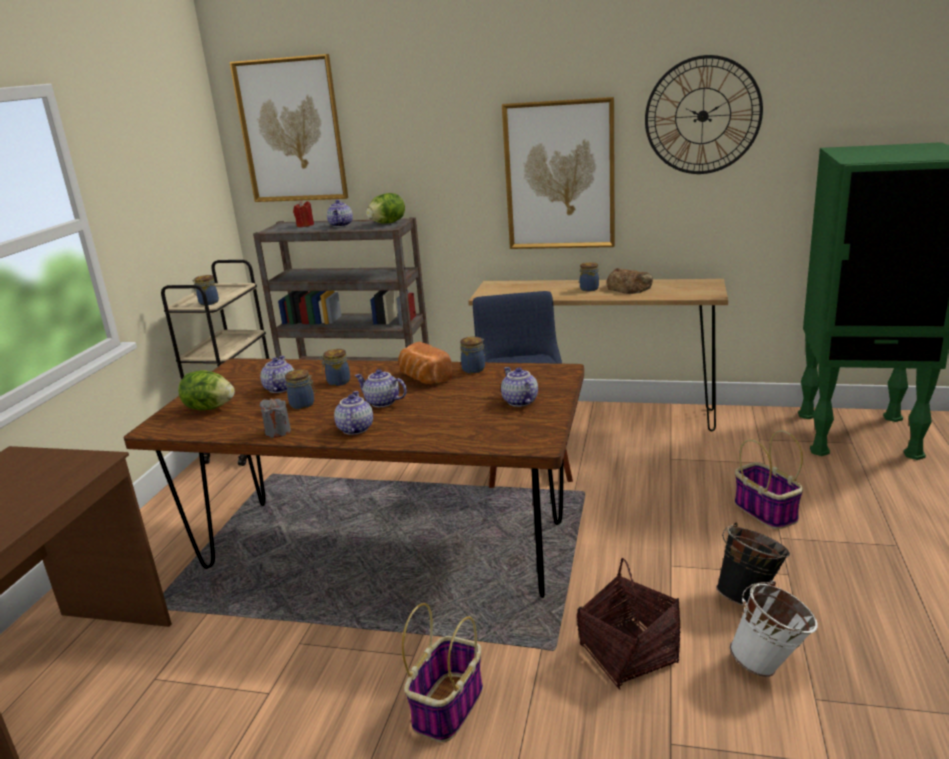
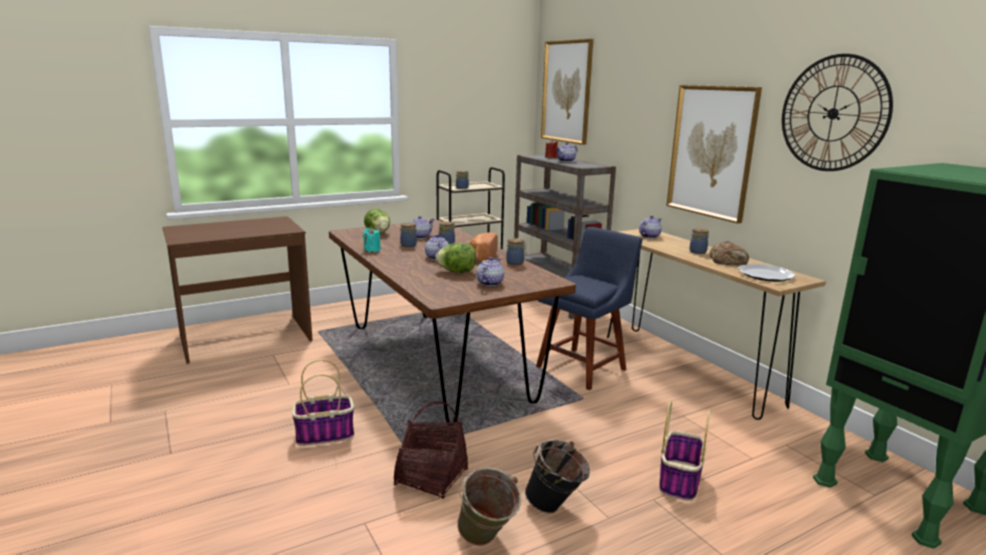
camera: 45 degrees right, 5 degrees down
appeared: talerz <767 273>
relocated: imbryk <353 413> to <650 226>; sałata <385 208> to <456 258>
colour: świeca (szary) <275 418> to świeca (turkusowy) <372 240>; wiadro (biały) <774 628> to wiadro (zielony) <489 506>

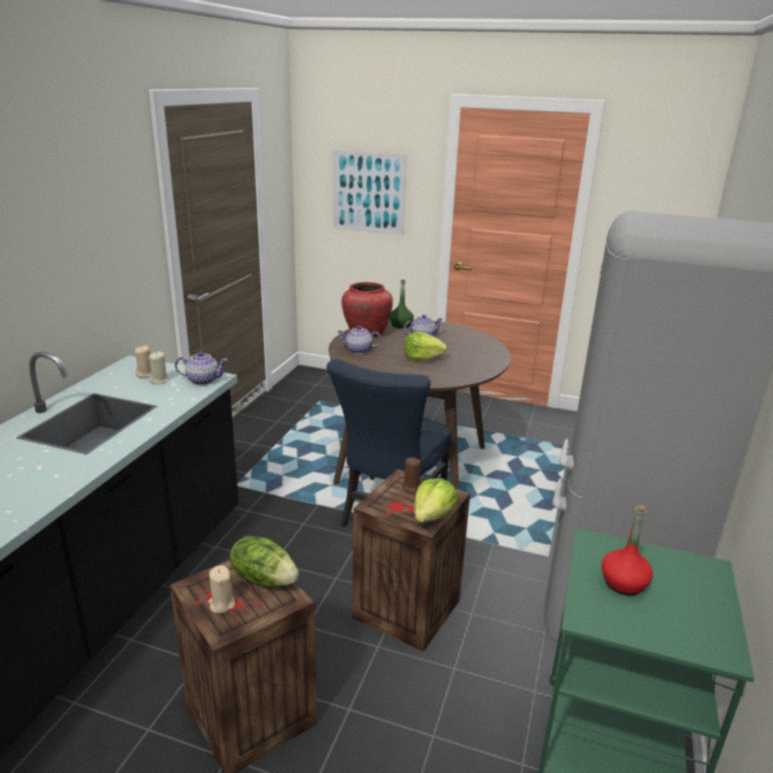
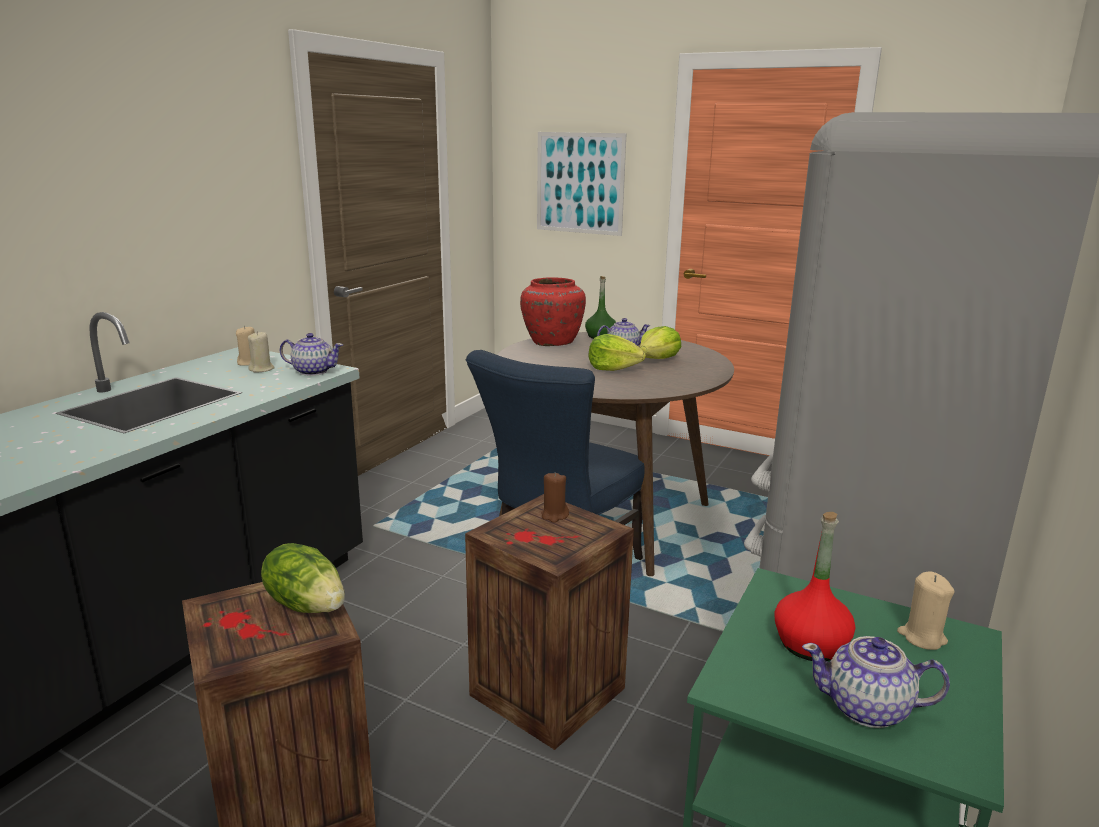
camera: 10 degrees right, 5 degrees down
relocated: świeca (beżowy) <221 590> to <926 611>; imbryk <359 340> to <876 682>; sałata <435 500> to <660 342>

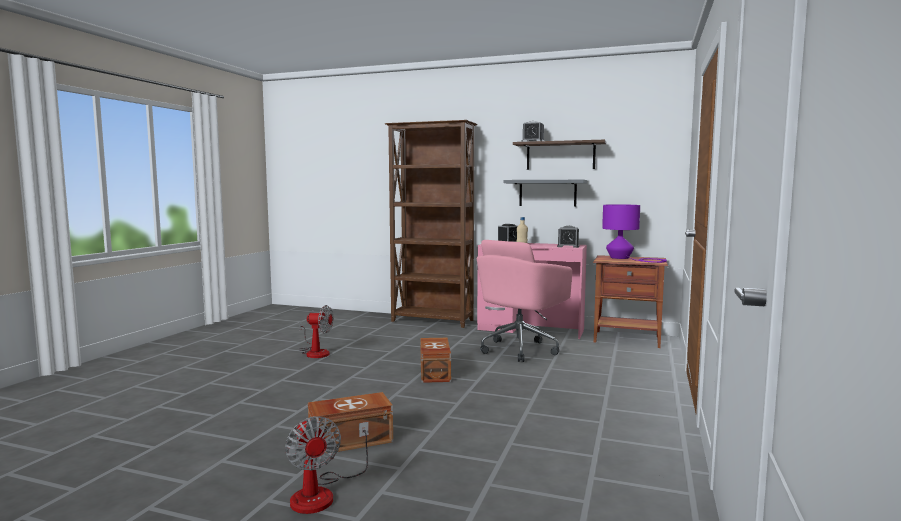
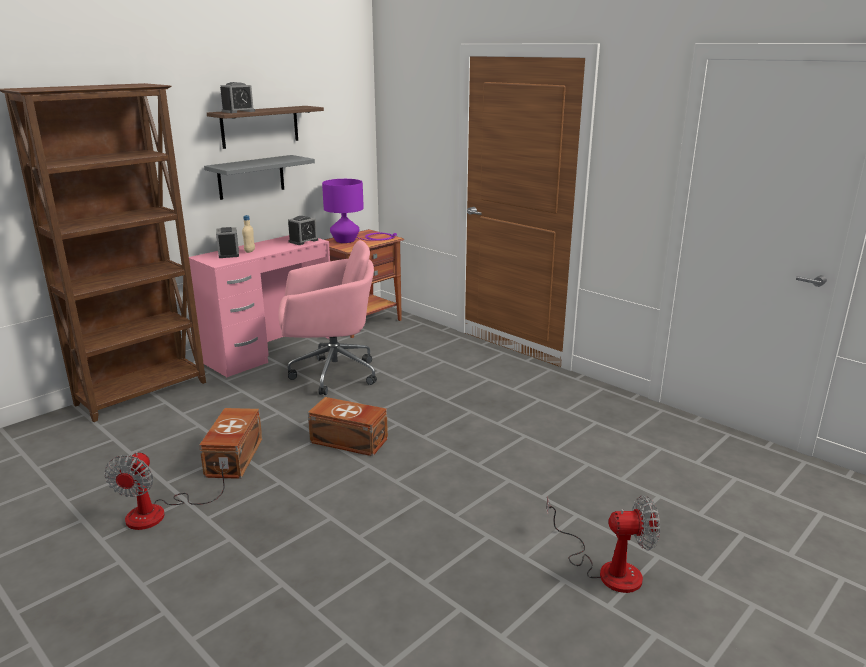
camera: 65 degrees left, 15 degrees up
relocated: pojemnik do przechowywania (brązowy) <350 423> to <230 443>
spun: wentylator <316 331> = <166 490> 150 degrees clockwise; krzesło biurowe (różowy) <524 301> = <327 317> 75 degrees counterclockwise

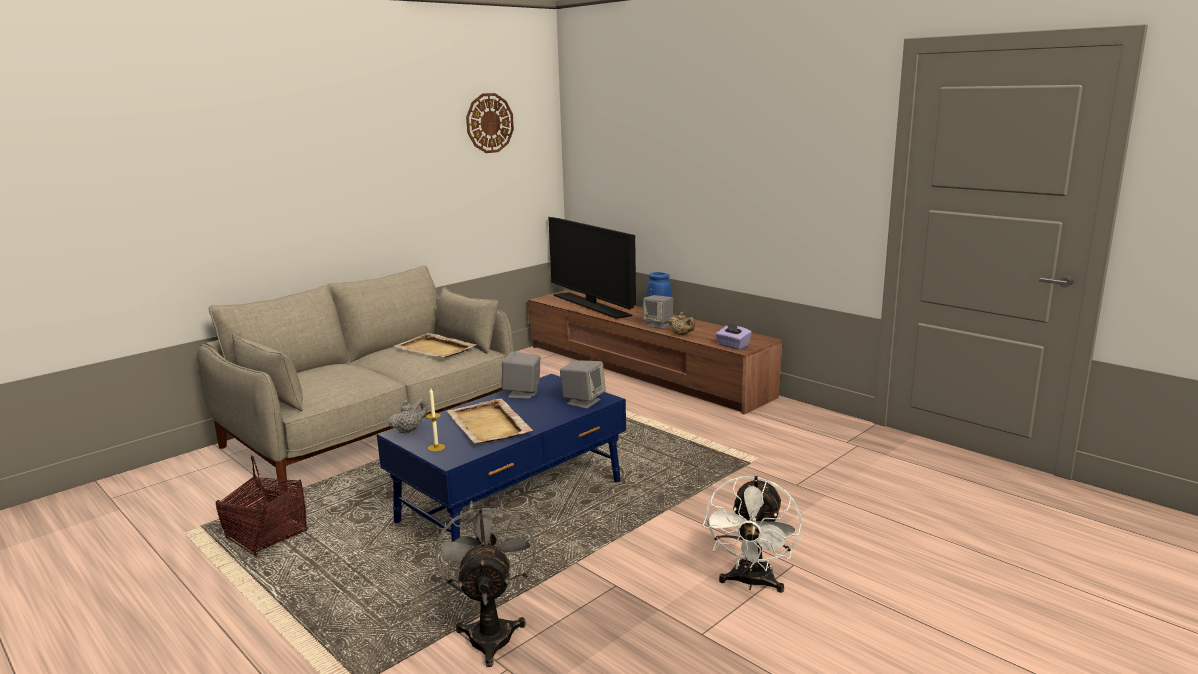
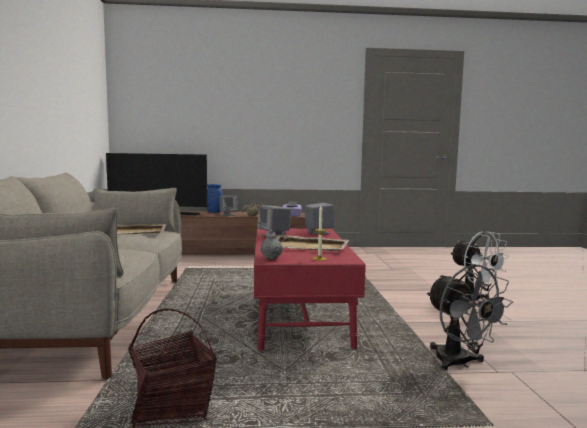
camera: 50 degrees left, 10 degrees down
missing: zegar ścienny <490 123>
colour: ława (niebieski) <501 468> to ława (czerwony) <310 290>
spun: wentylator (szary) <485 583> = <470 317> 150 degrees counterclockwise

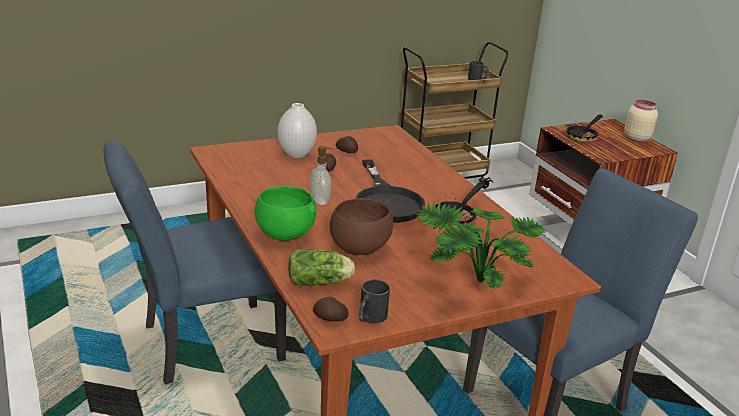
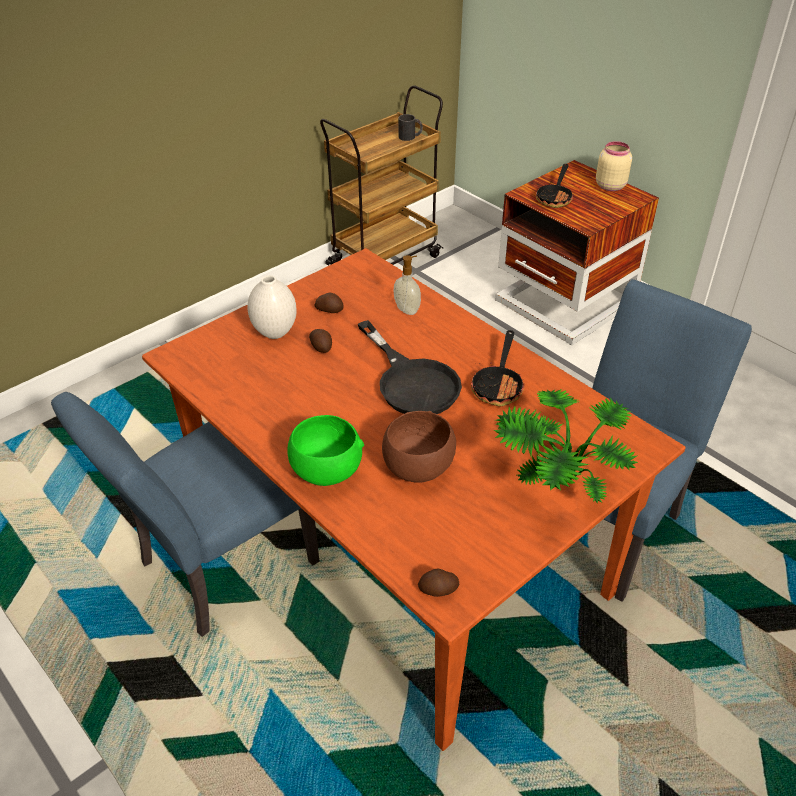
camera: 15 degrees left, 15 degrees up
missing: sałata <321 267>; kubek (czarny) <374 301>
relocated: dozownik mydła <321 175> to <407 285>

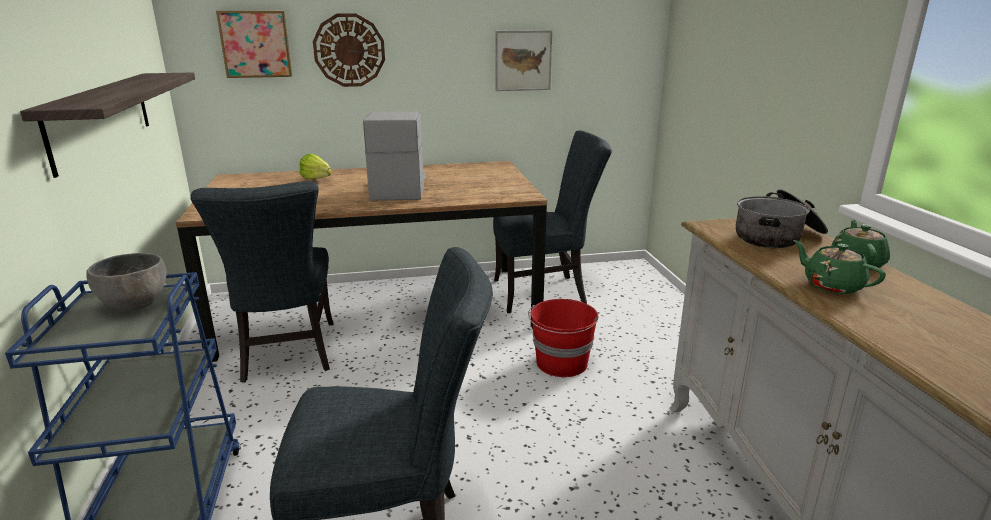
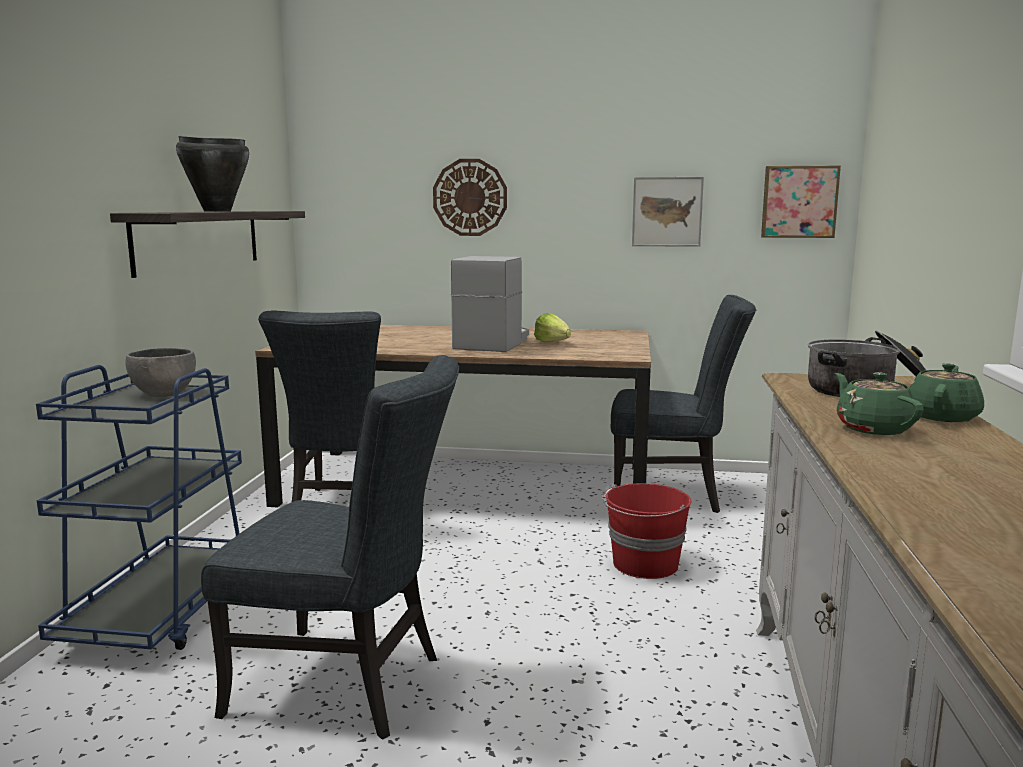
camera: 20 degrees right, 10 degrees down
appeared: garnek (czarny) <212 174>
relocated: obraz <254 44> to <801 202>; sałata <315 166> to <552 328>

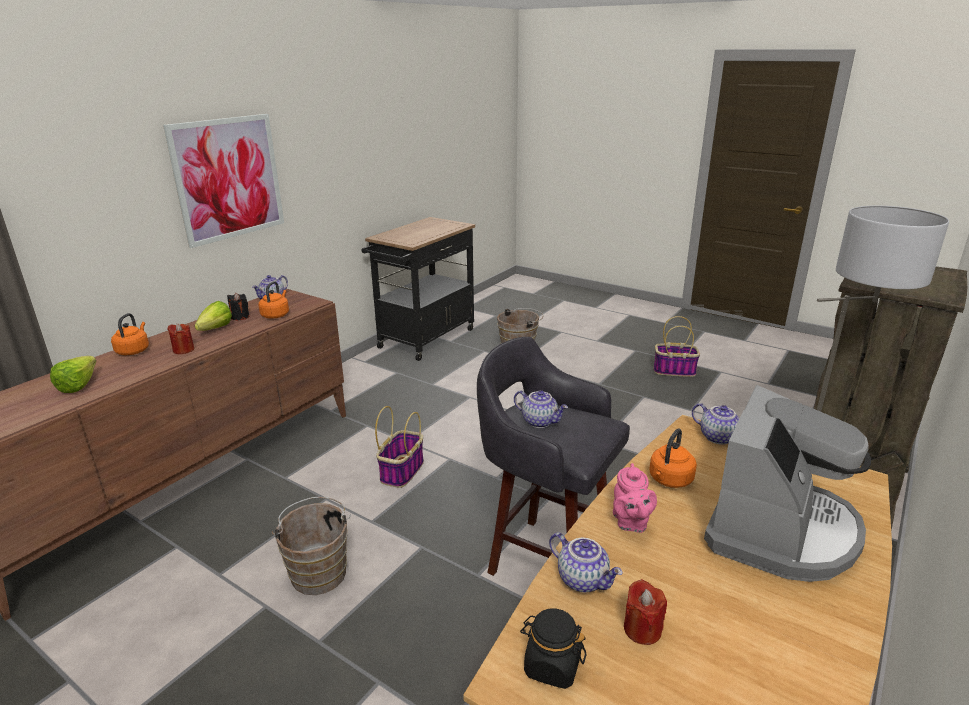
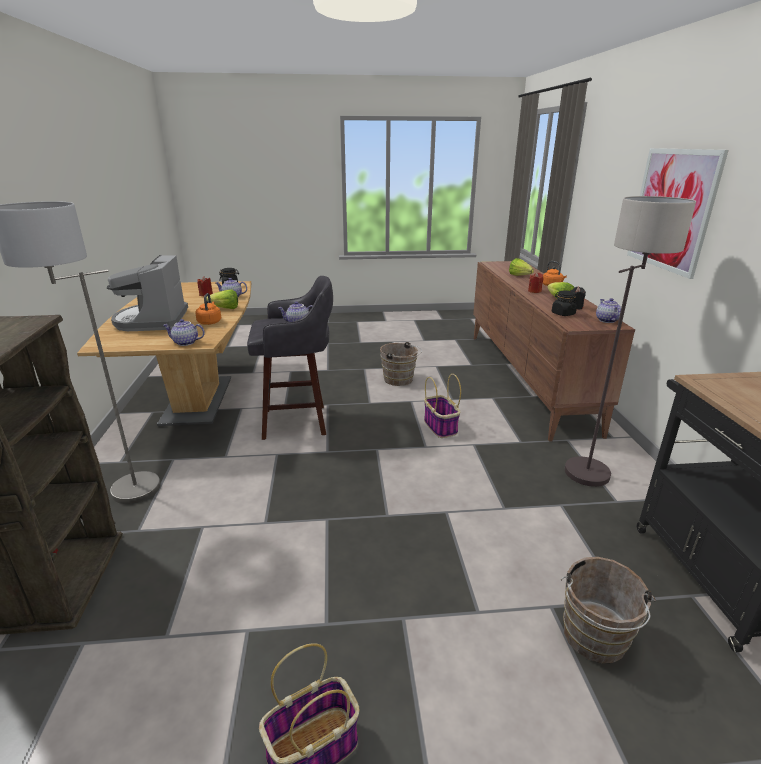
camera: 140 degrees right, 0 degrees up
appeared: lampa stojąca (szary) <630 341>
exchanged: czajnik (pomarańczowy) <273 300> to słoik (czarny) <564 303>; imbryk (różowy) <635 498> to sałata <222 299>

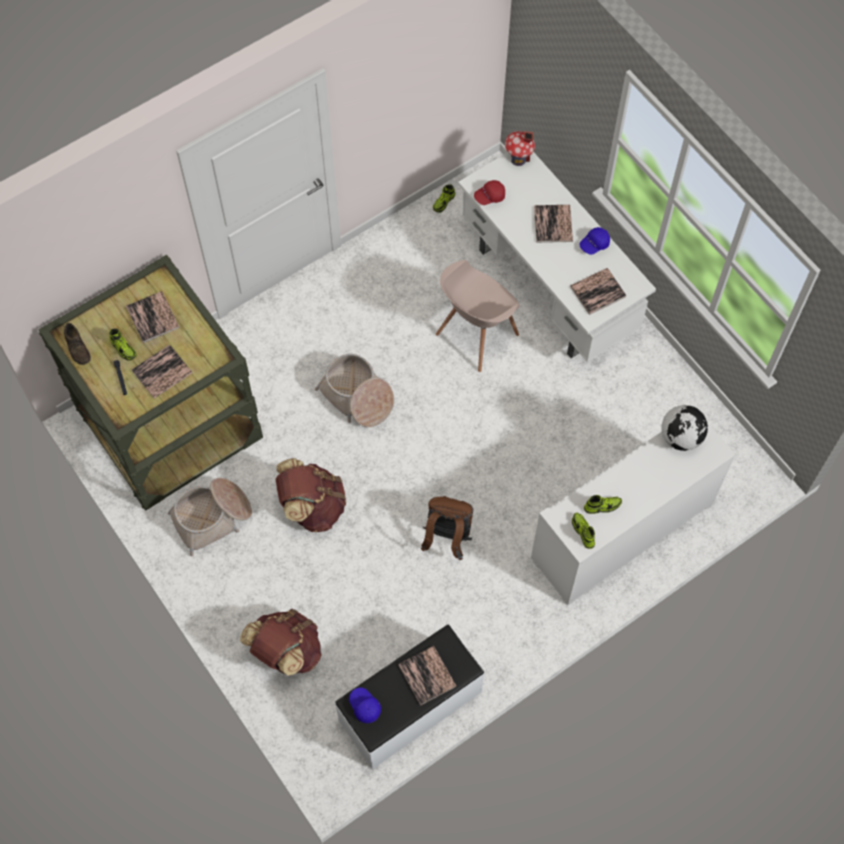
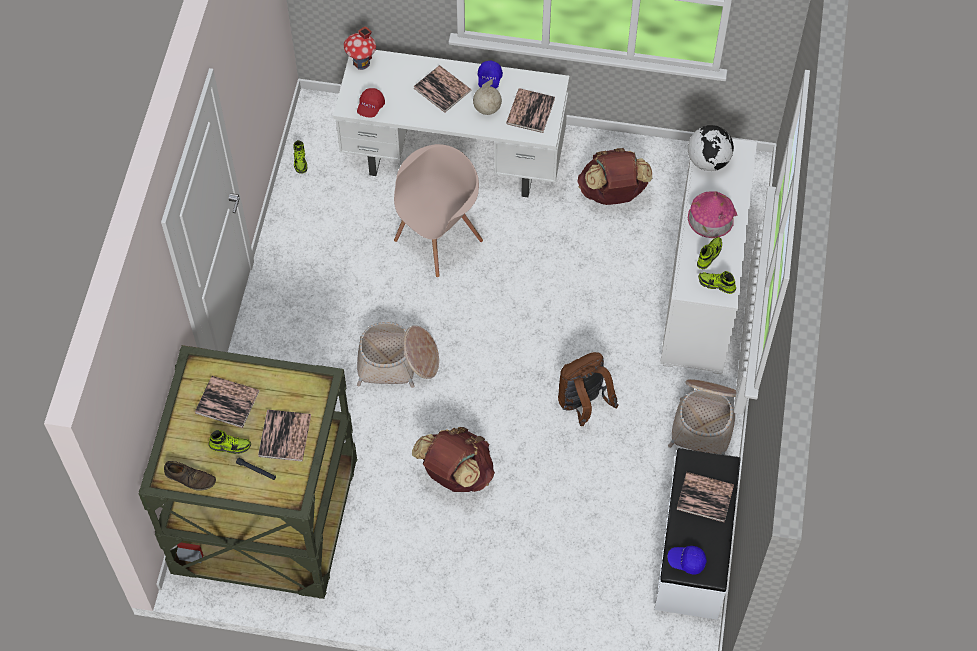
camera: 45 degrees left, 5 degrees down
appeared: globus <487 97>; domek <713 214>
relocated: koszyk <210 517> to <702 417>; plecak (brązowy) <280 642> to <614 176>
spun: krzesło (beżowy) <478 316> = <438 210> 135 degrees counterclockwise

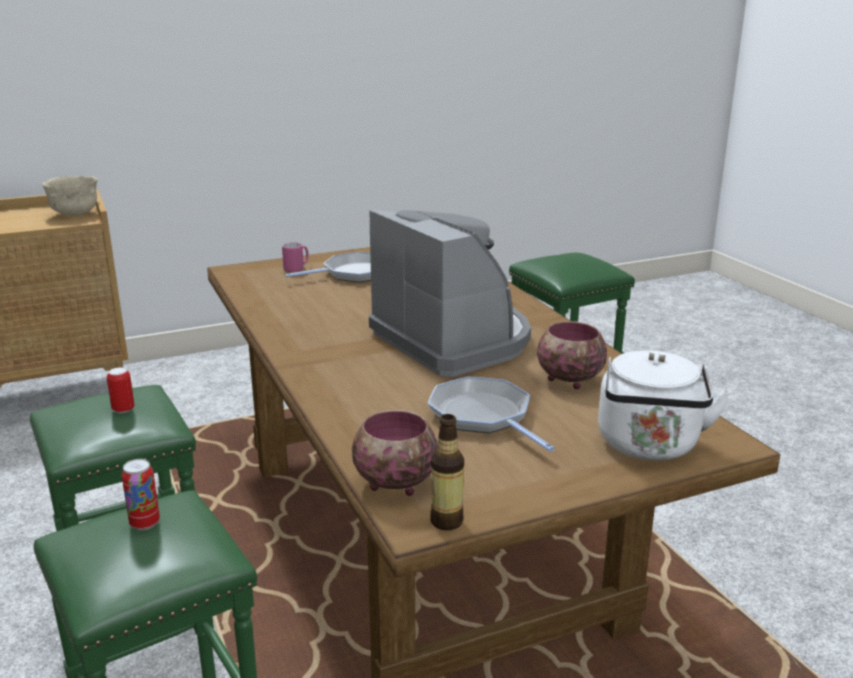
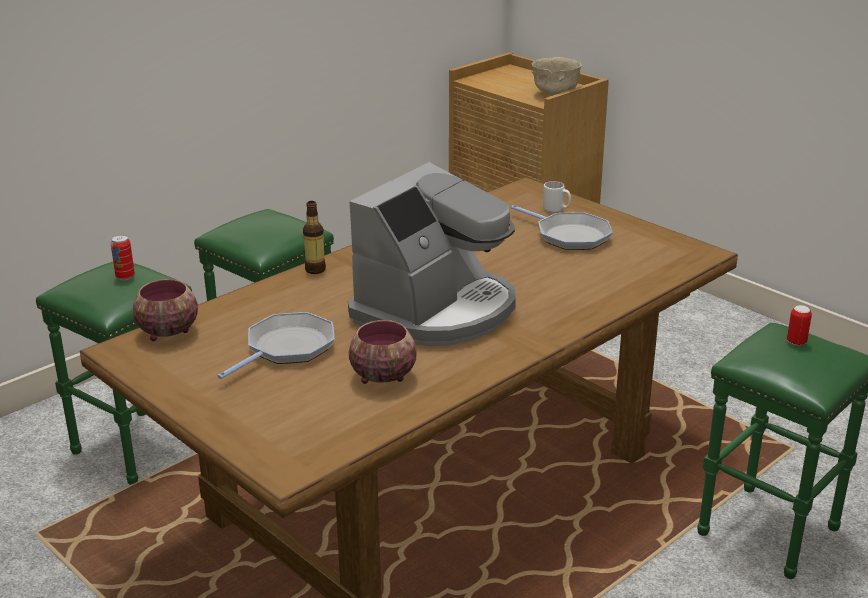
camera: 70 degrees right, 5 degrees up
missing: czajnik (biały) <664 405>
relocated: puszka <121 390> to <799 325>; butelka <447 472> to <314 237>
colour: kubek (różowy) <295 257> to kubek (biały) <557 196>

